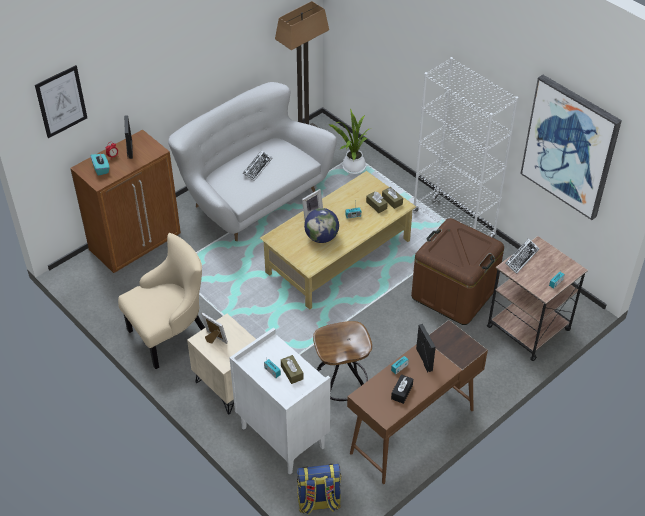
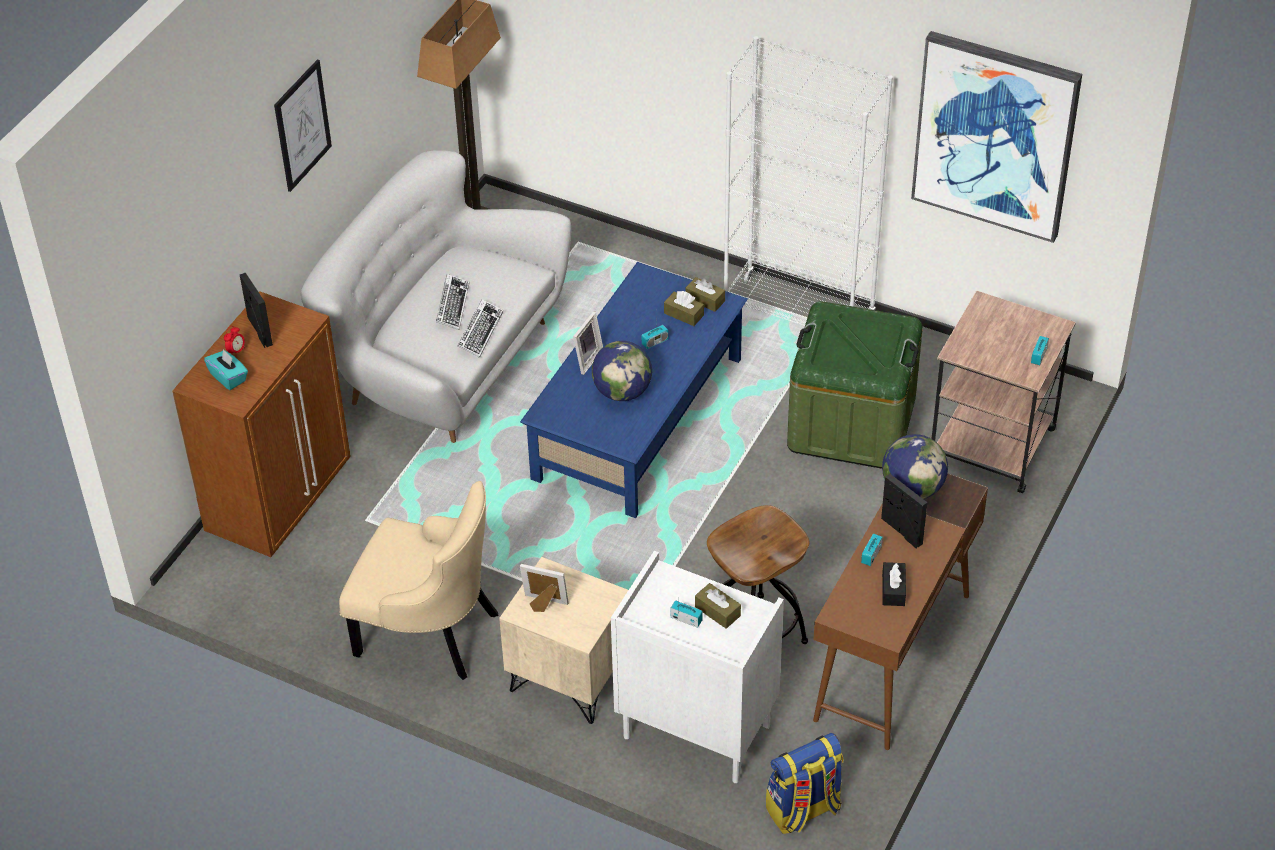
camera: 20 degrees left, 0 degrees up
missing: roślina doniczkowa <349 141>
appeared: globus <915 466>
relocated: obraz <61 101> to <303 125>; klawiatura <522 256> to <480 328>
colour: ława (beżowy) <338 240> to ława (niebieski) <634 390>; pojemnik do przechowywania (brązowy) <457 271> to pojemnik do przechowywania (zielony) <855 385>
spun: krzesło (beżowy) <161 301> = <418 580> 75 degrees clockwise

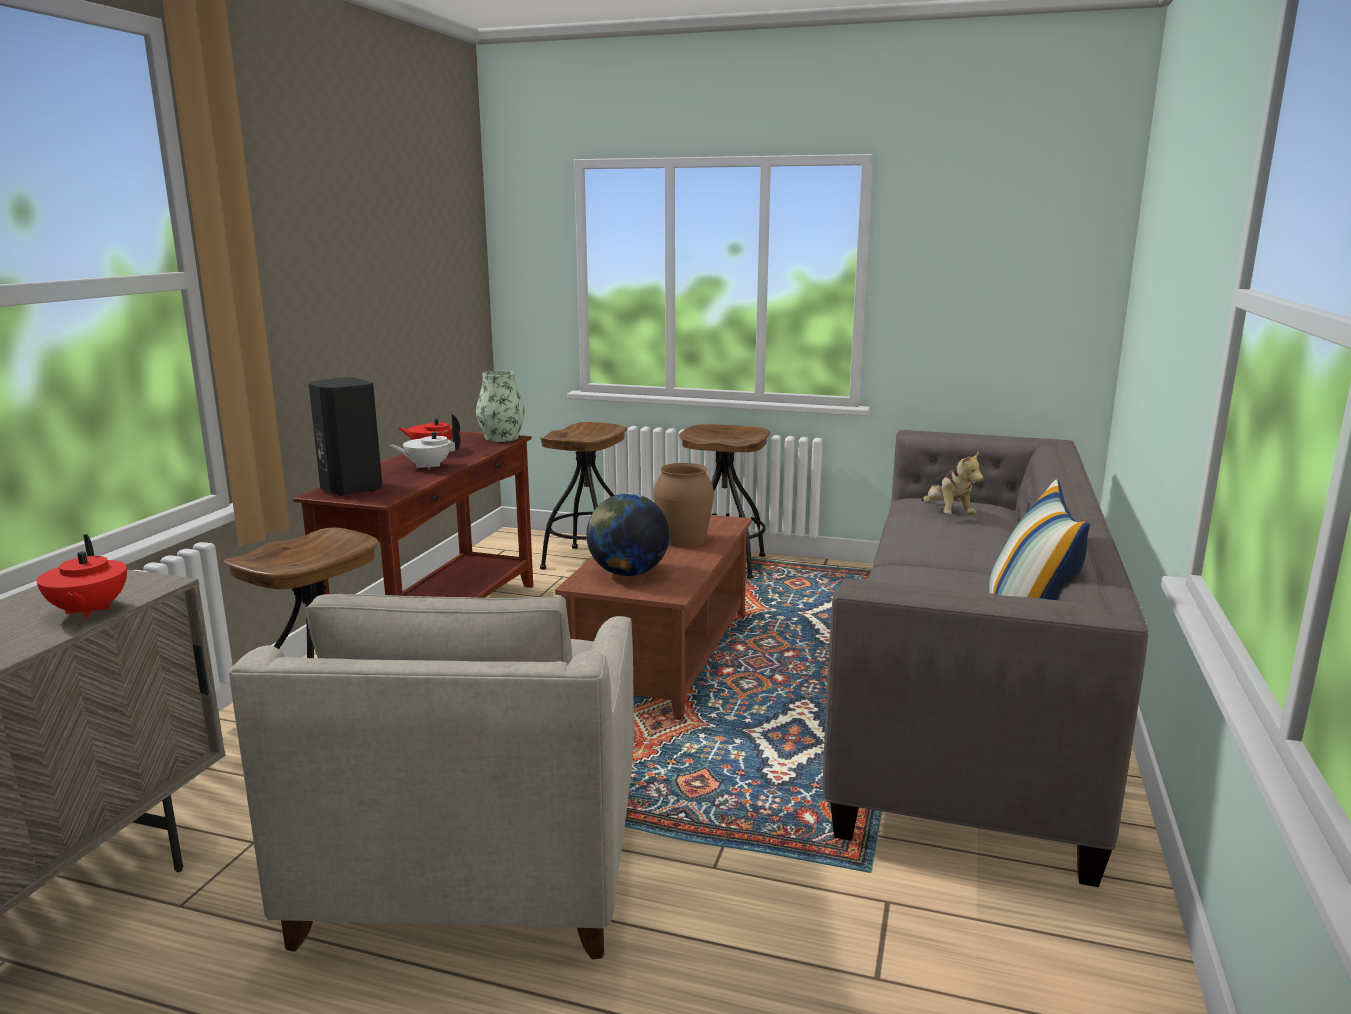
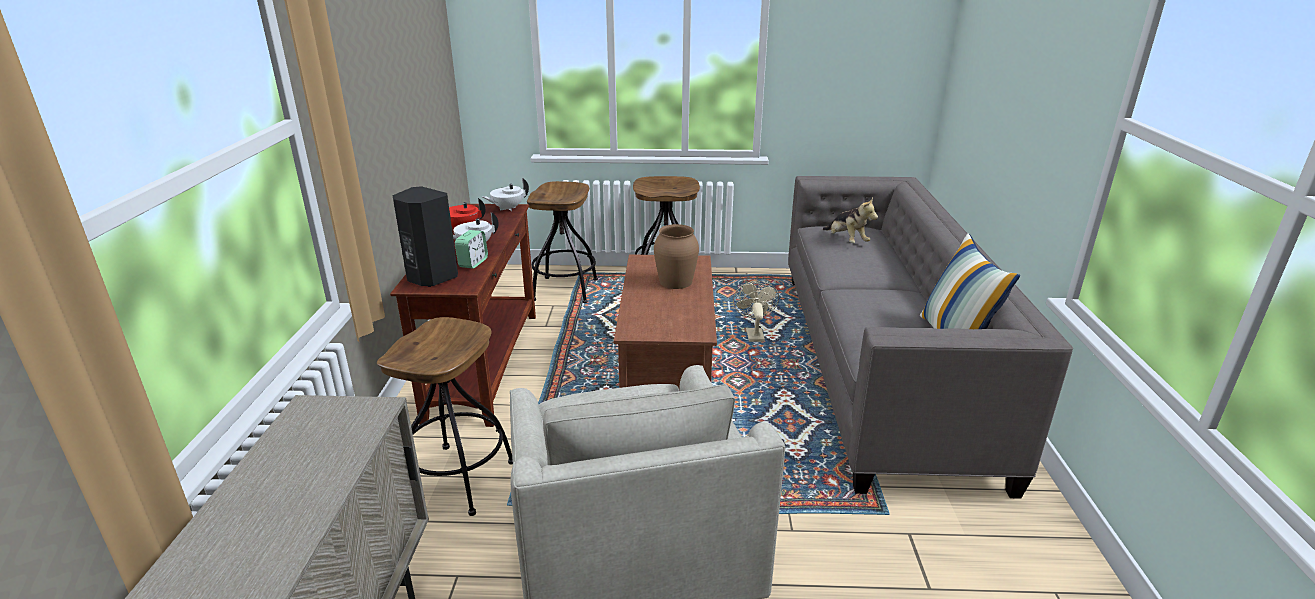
camera: 15 degrees left, 10 degrees up
missing: imbryk (czerwony) <81 576>; globus <628 534>
appeared: budzik <471 249>; wentylator (beżowy) <756 311>
exchanged: wazon <500 406> to imbryk (biały) <505 194>

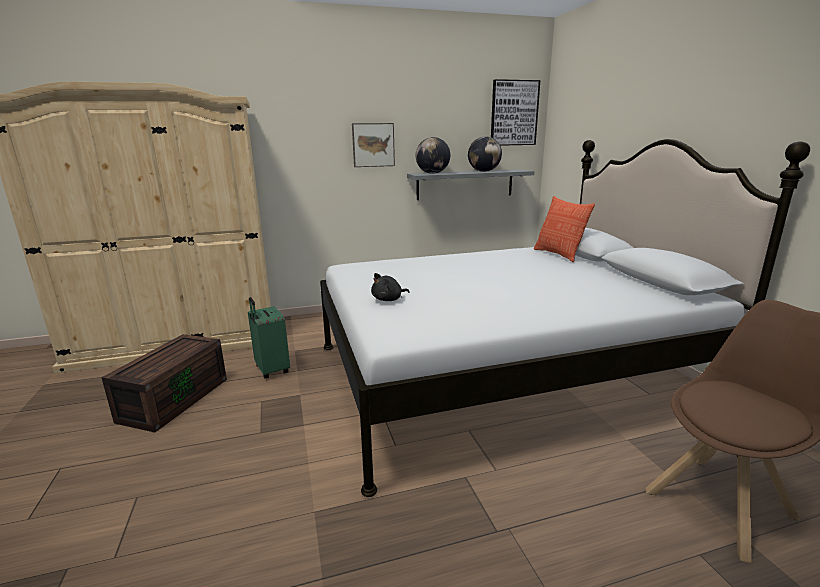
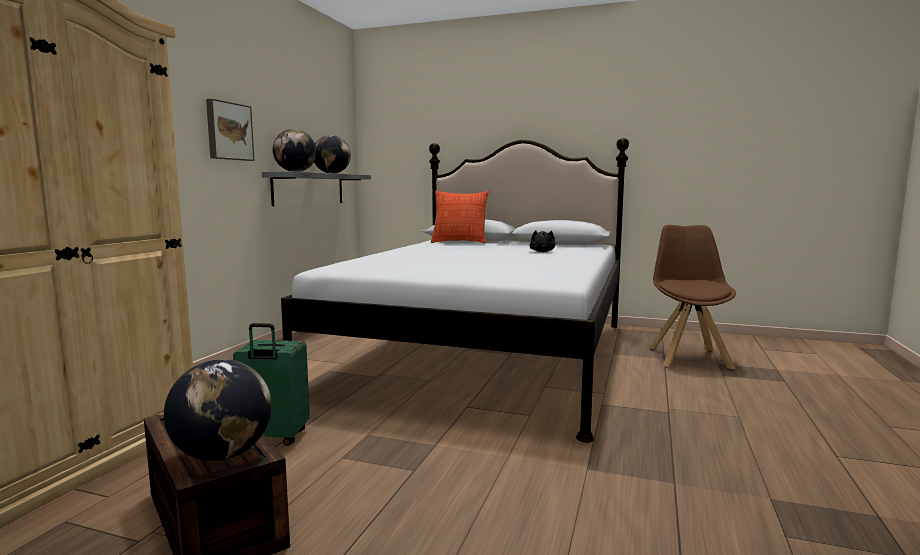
camera: 55 degrees left, 10 degrees down
missing: obraz <515 112>
appeared: globus <218 410>
relocated: pluszak (czarny) <390 287> to <542 241>

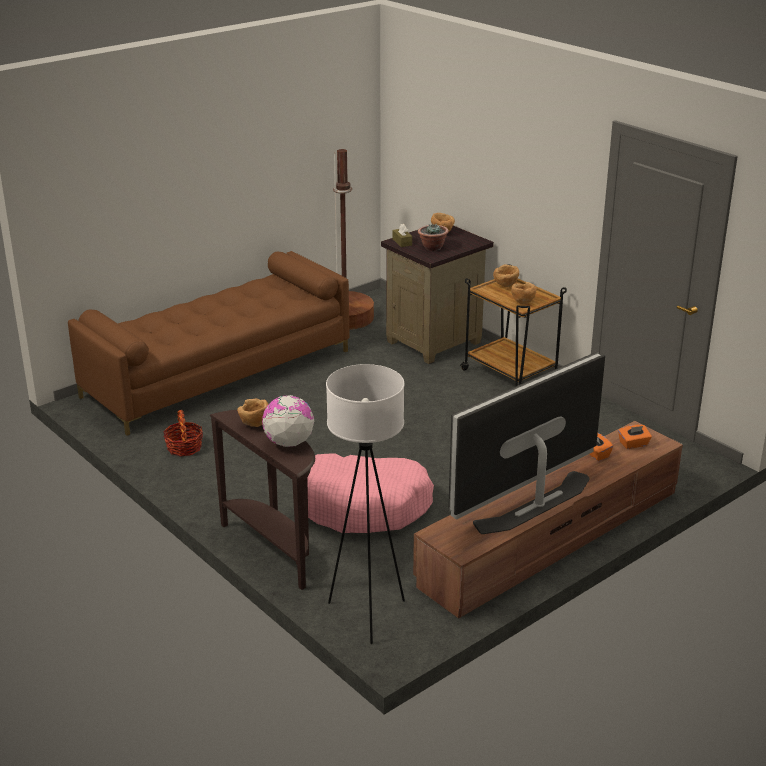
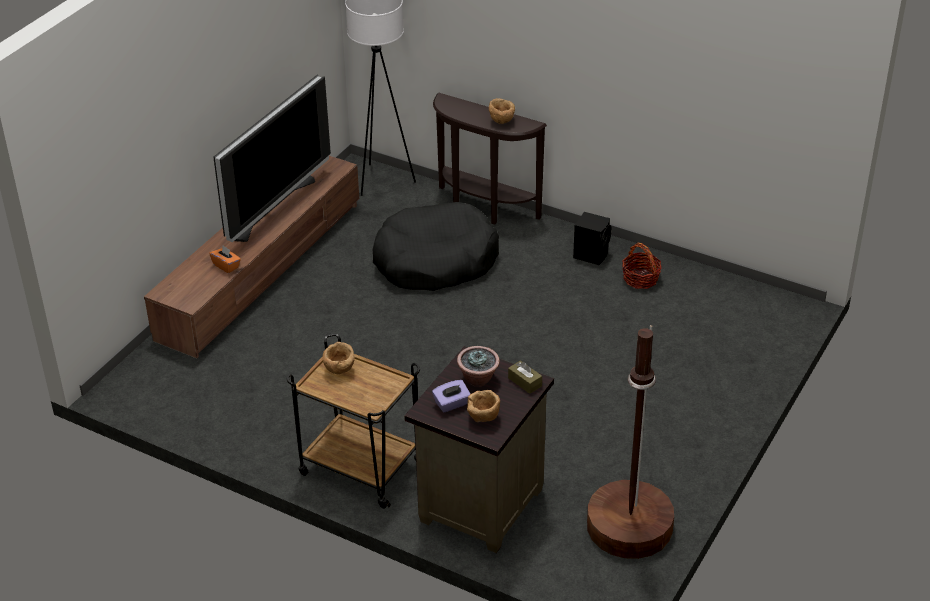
camera: 160 degrees right, 10 degrees up
missing: kanapa (brązowy) <209 343>; globus <288 421>; miska (brązowy) <506 275>; pudełko chusteczek (pomarańczowy) <635 436>
appeared: pudełko chusteczek (fioletowy) <451 396>; głośnik (czarny) <592 238>
colour: legowisko (różowy) <370 493> to legowisko (czarny) <435 246>

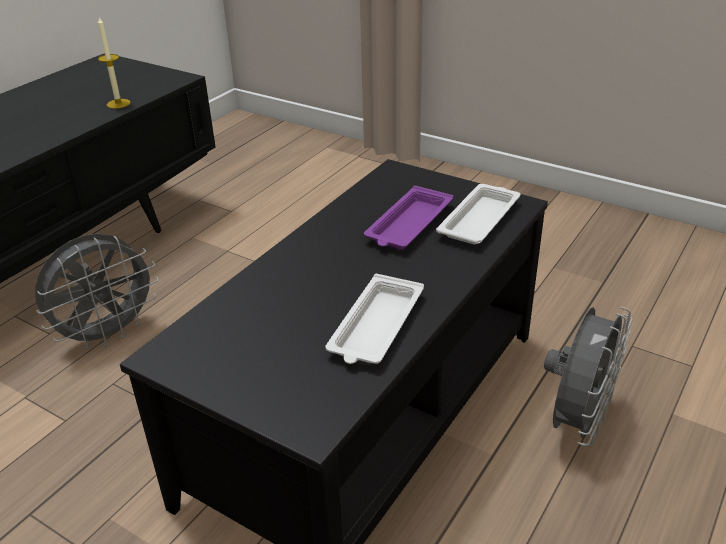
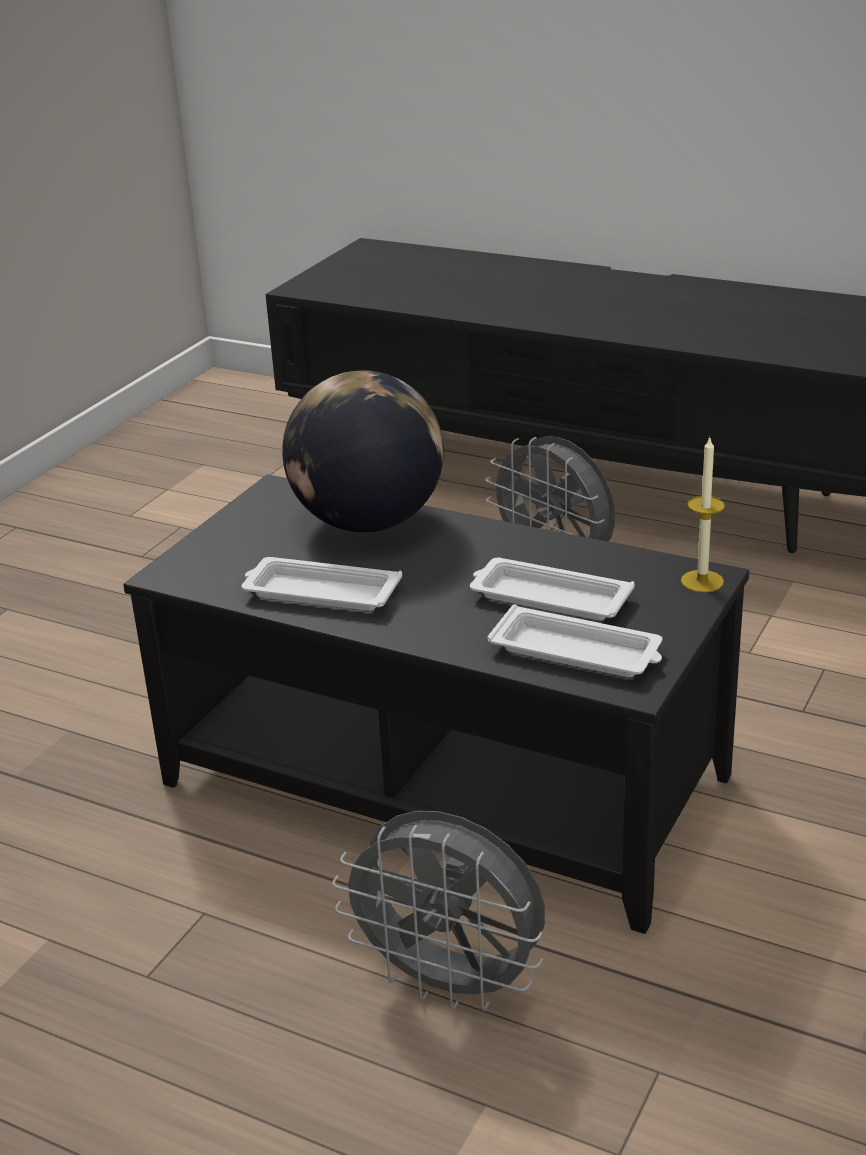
camera: 85 degrees right, 5 degrees down
appeared: globus <363 451>
relocated: świeca <114 63> to <703 515>
colour: taca (fioletowy) <408 217> to taca (biały) <552 589>

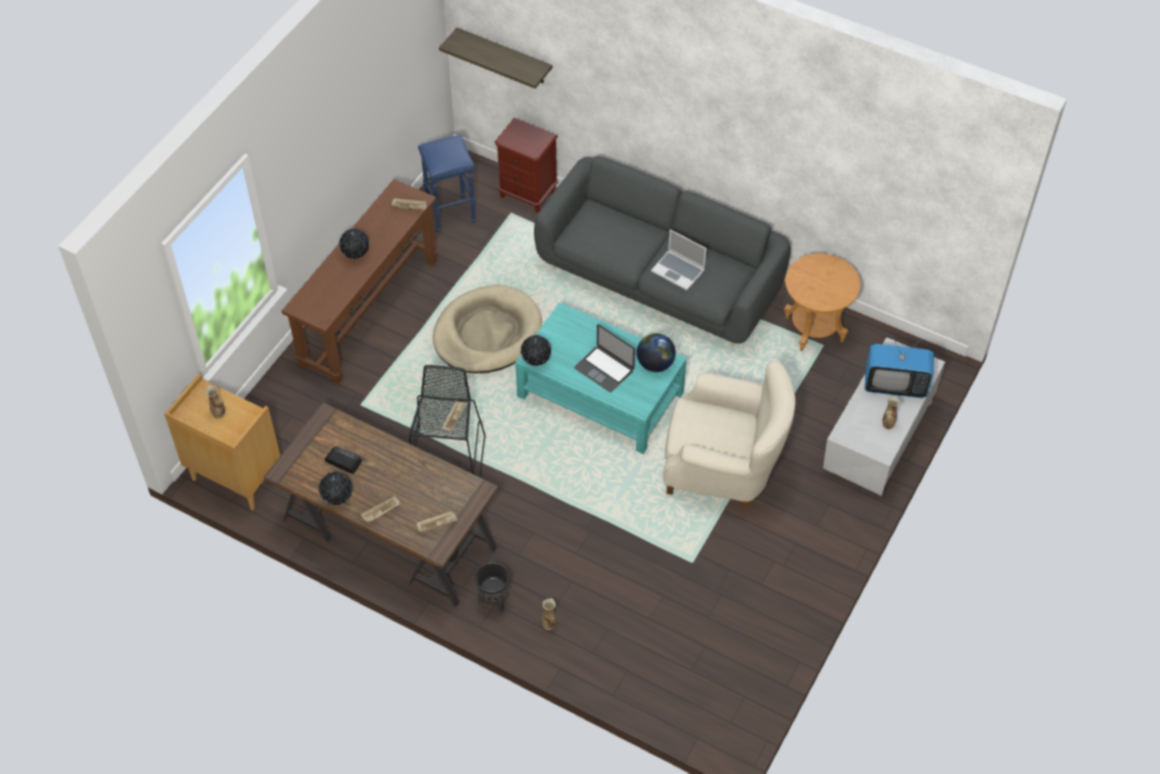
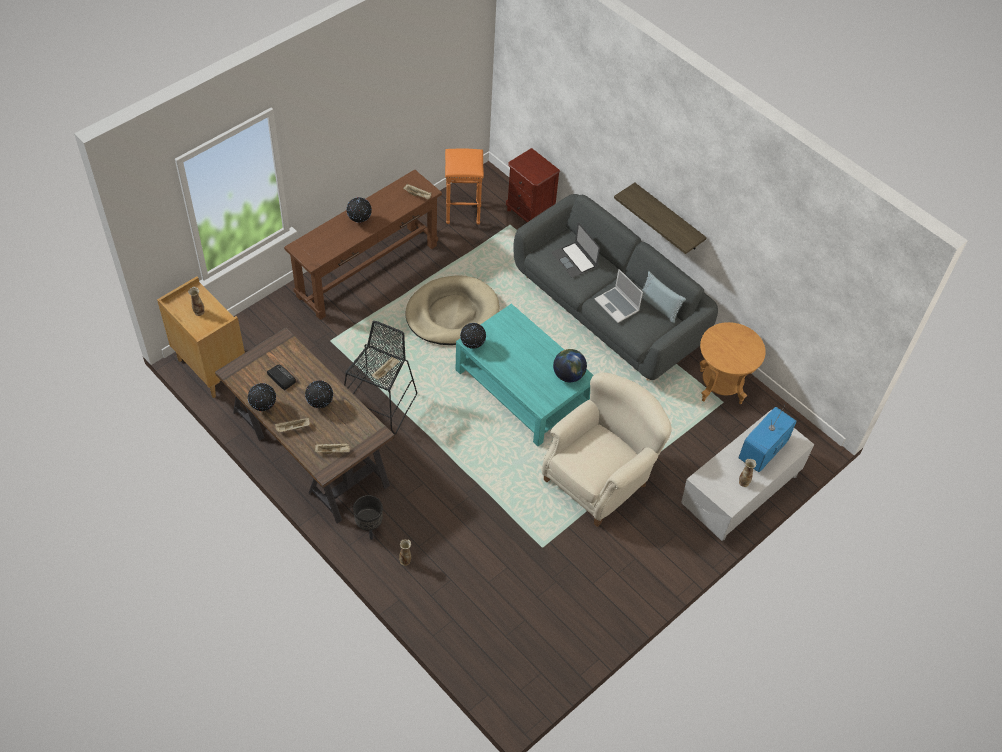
camera: 15 degrees right, 0 degrees up
appeared: globus <319 394>; poduszka (niebieski) <663 297>
relocated: półka <496 58> to <660 218>; laptop <604 358> to <576 250>
colour: stołek (niebieski) <447 183> to stołek (pomarańczowy) <464 186>
spun: fotel (beżowy) <729 435> = <606 449> 75 degrees counterclockwise; telewizor <899 367> = <767 438> 105 degrees clockwise

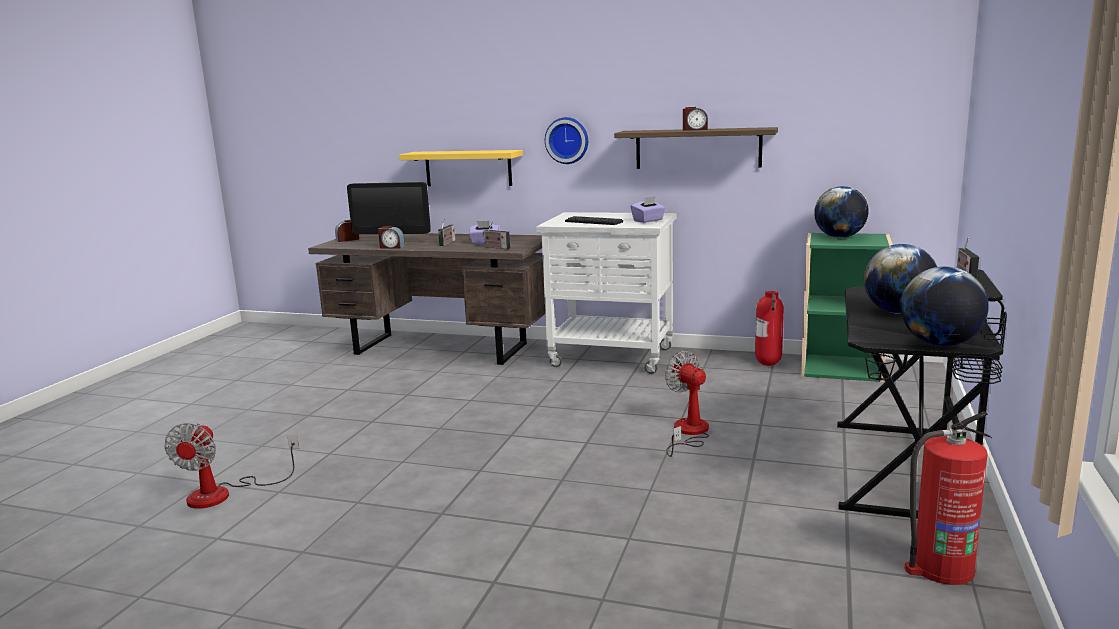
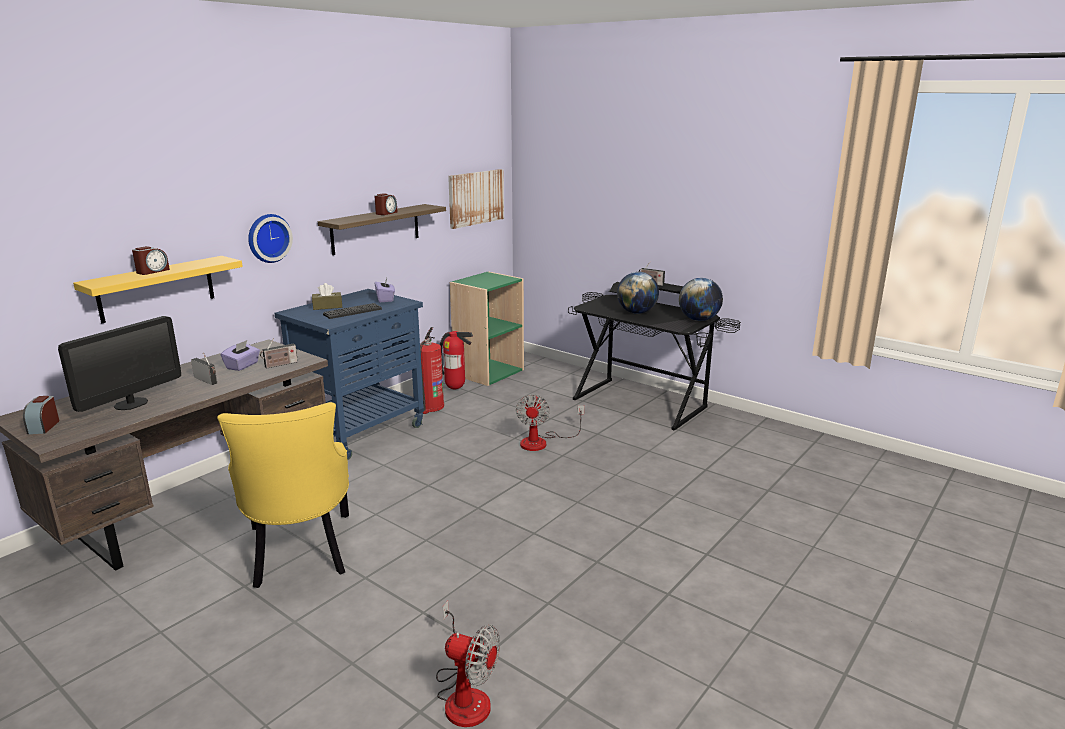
camera: 70 degrees left, 5 degrees up
missing: globus <841 212>
appeared: krzesło (żółty) <283 495>; pudełko chusteczek (brązowy) <327 296>; obraz <476 199>
relocated: budzik <391 237> to <151 260>; gaśnica <948 498> to <432 370>
colour: wózek (biały) <606 293> to wózek (niebieski) <349 374>
spun: wentylator <687 404> = <550 422> 75 degrees counterclockwise

